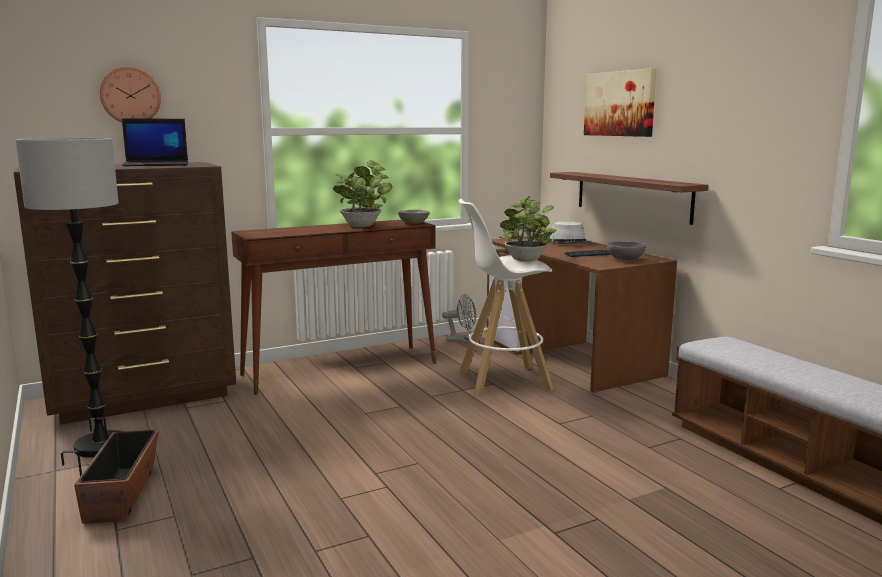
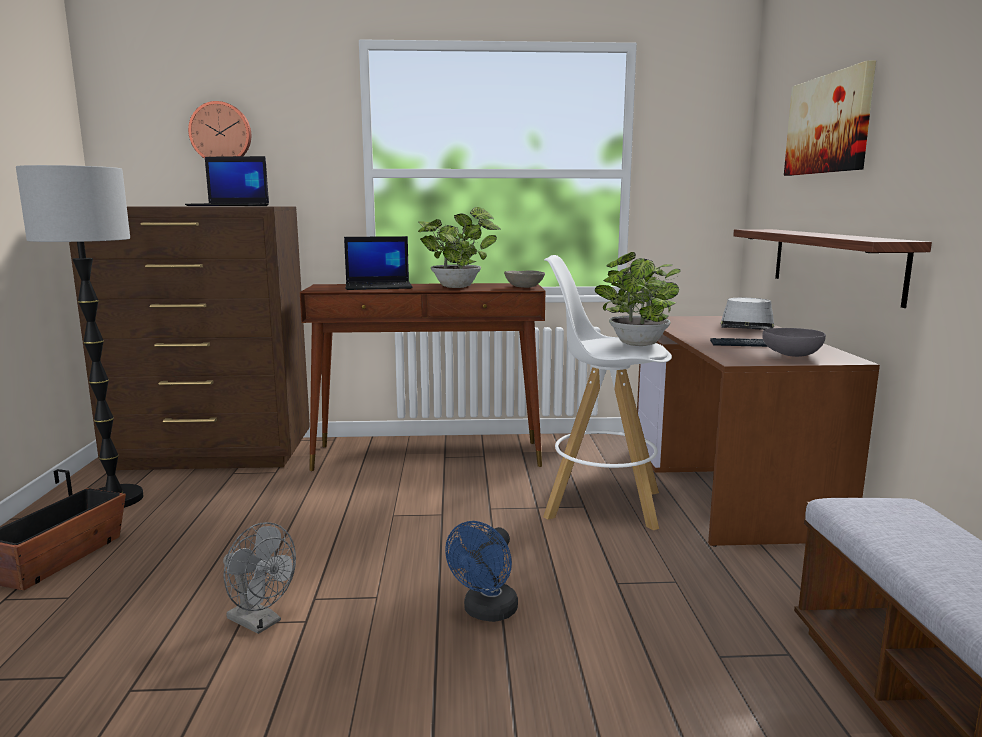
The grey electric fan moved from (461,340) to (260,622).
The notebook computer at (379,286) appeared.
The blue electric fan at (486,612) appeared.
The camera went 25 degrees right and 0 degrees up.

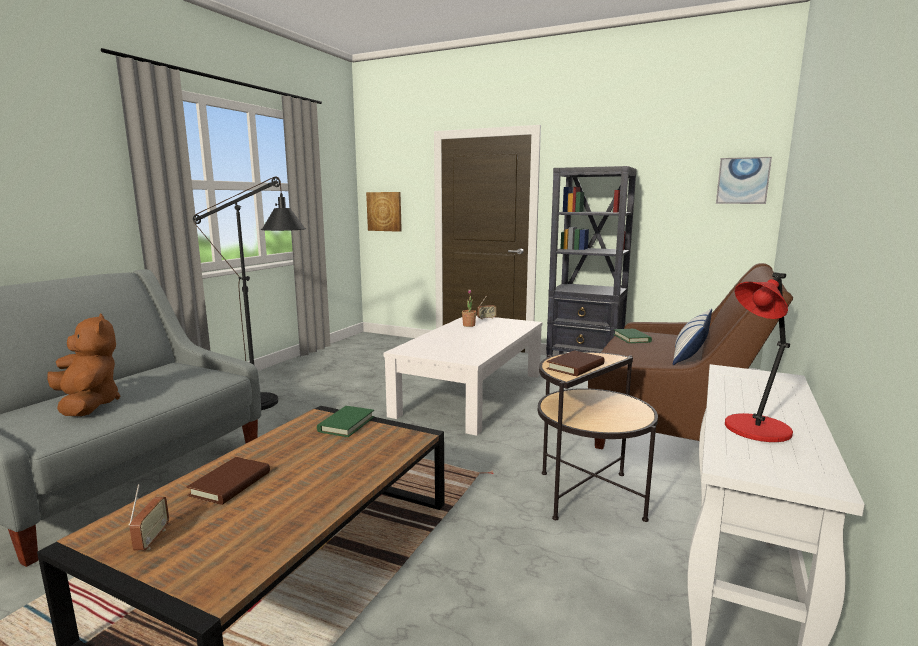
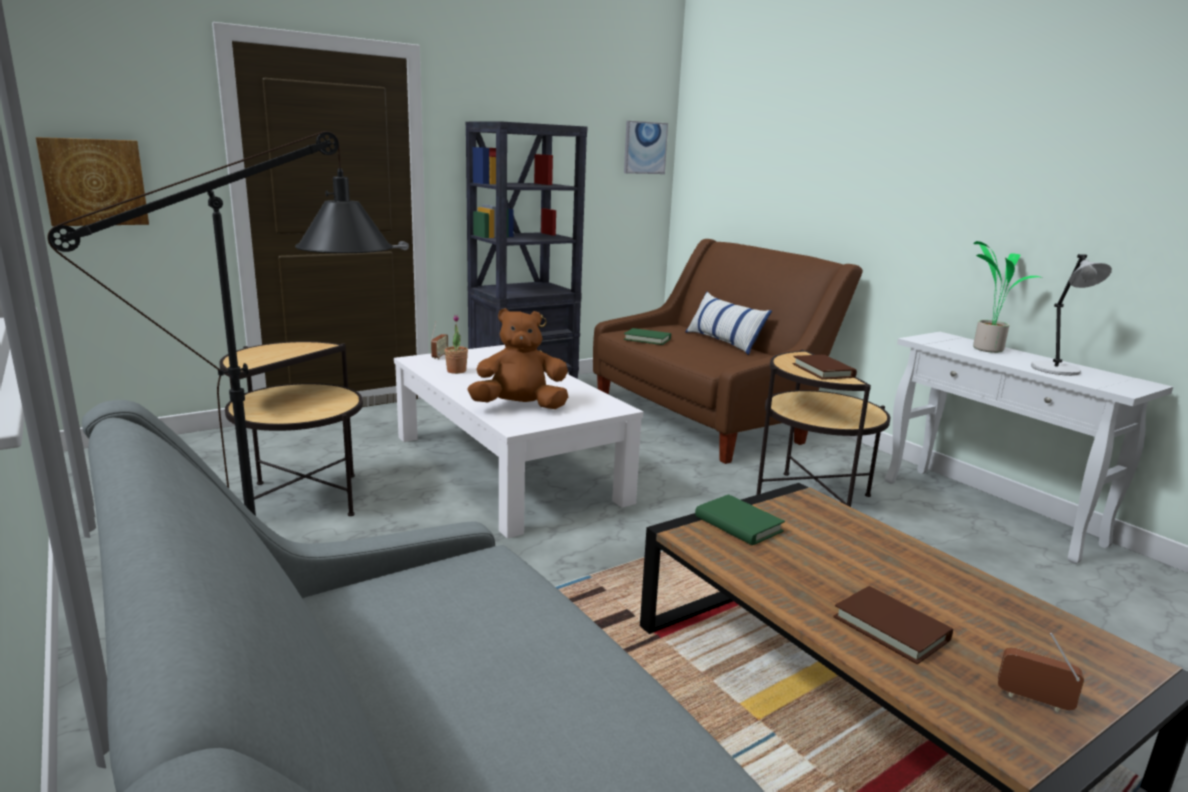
The accent table at (304,498) appeared.
The brown-coloured plush toy moved from (88,405) to (520,407).
The houseplant at (986,349) appeared.
The red tabletop lamp at (755,430) became the grey tabletop lamp at (1057,370).
The camera went 60 degrees left and 5 degrees up.

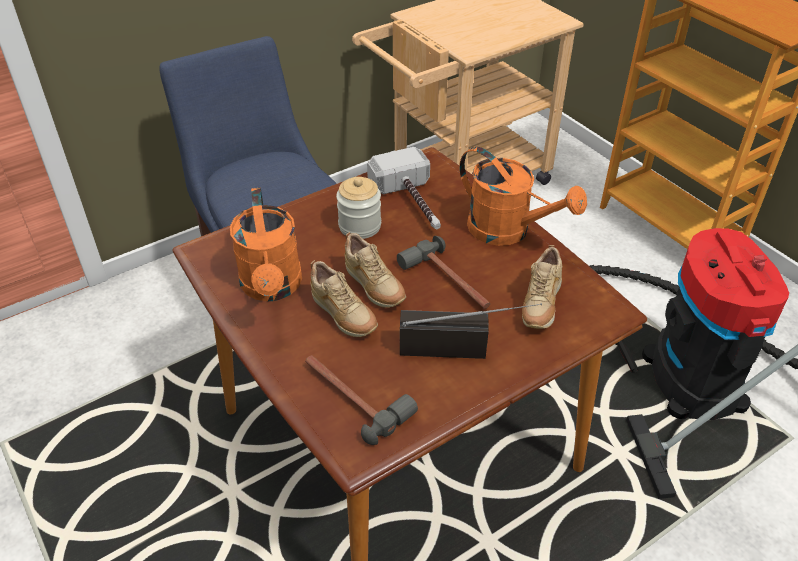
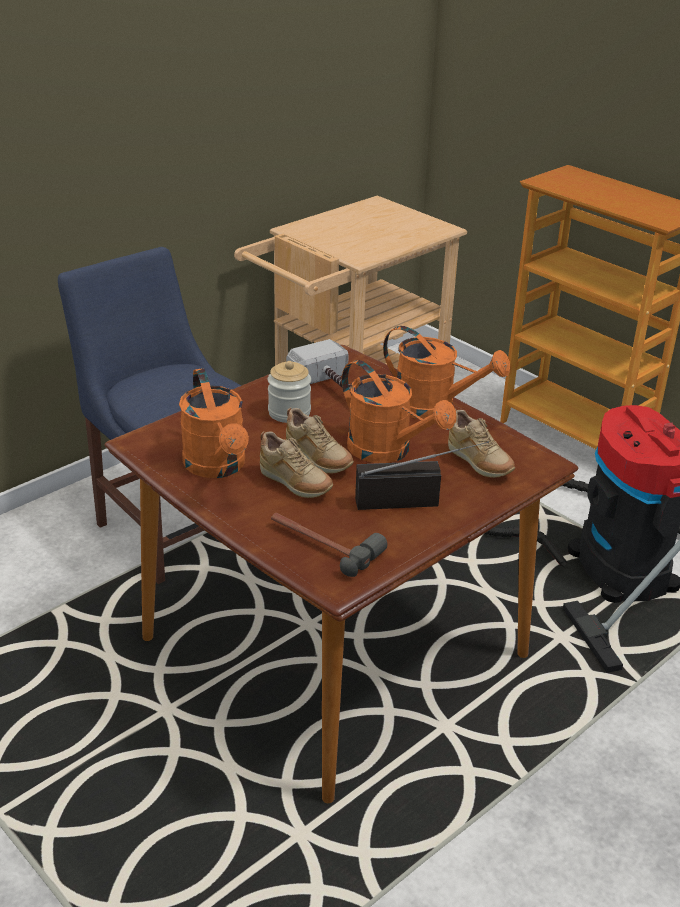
The hammer at (448,282) was replaced by the orange watering can at (388,451).
The beige item of footwear at (540,307) turned 45 degrees counterclockwise.
The camera went 10 degrees left and 10 degrees down.

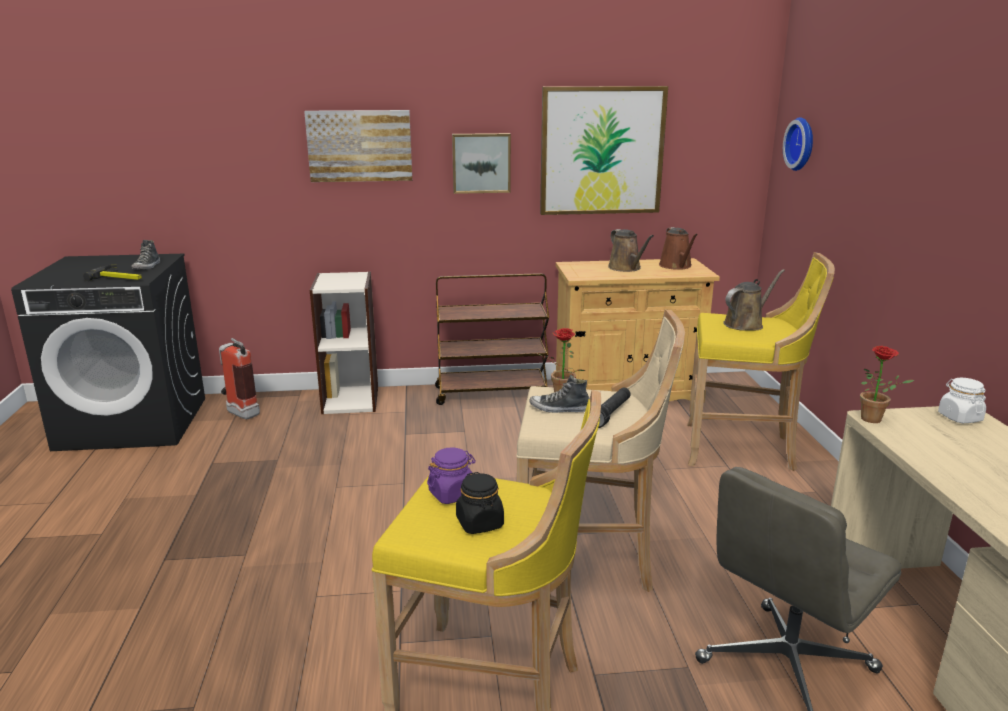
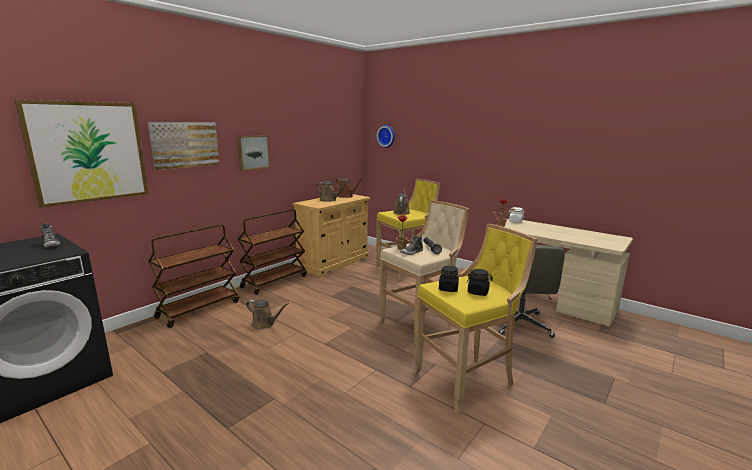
The picture moved from (602,151) to (88,152).
The bookcase at (351,399) was replaced by the brown-coloured cart at (199,309).
The brown-coloured watering can at (265,324) appeared.
The purple-coloured preserve jar at (452,494) became the blackish preserve jar at (448,289).
The hammer at (119,278) disappeared.
The fire-fighting cylinder at (239,412) disappeared.
The camera went 45 degrees left and 5 degrees down.

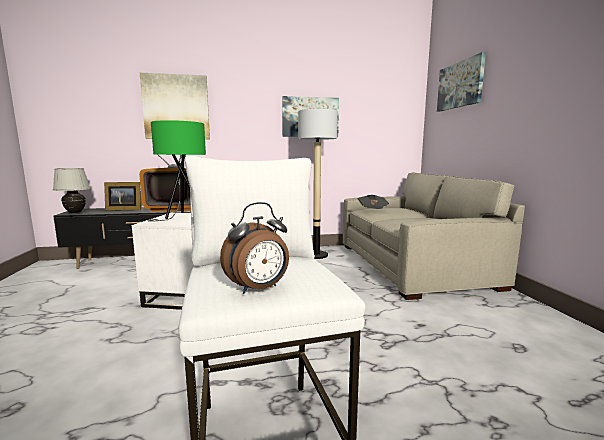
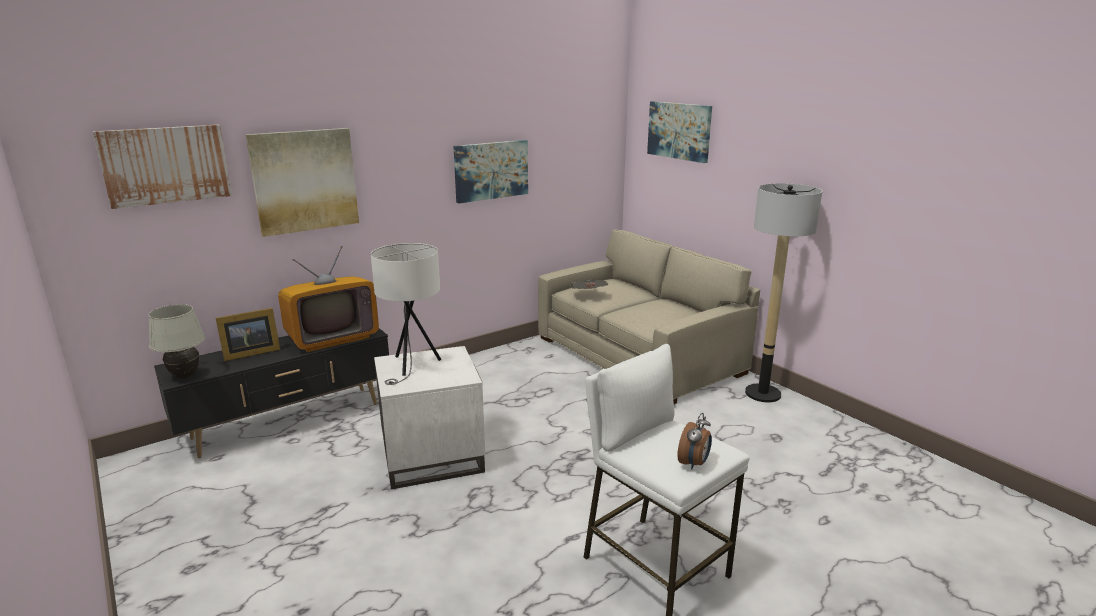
The picture at (166,165) appeared.
The greenish tabletop lamp at (182,217) became the white-coloured tabletop lamp at (412,366).
The standard lamp moved from (316,255) to (763,394).
The camera went 25 degrees left and 10 degrees up.

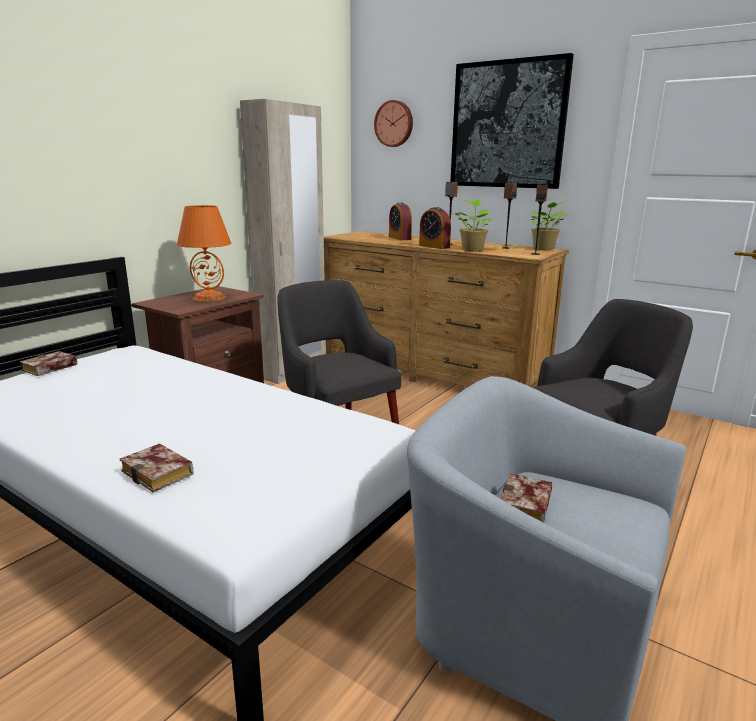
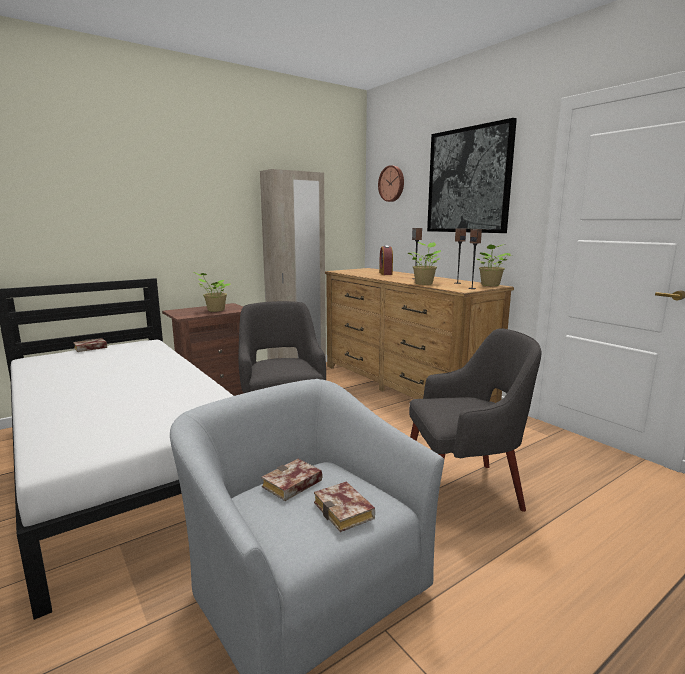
The orange tabletop lamp at (209,298) was replaced by the houseplant at (214,310).
The book moved from (161,473) to (346,512).
The alarm clock at (434,246) disappeared.
The camera went 20 degrees right and 5 degrees down.

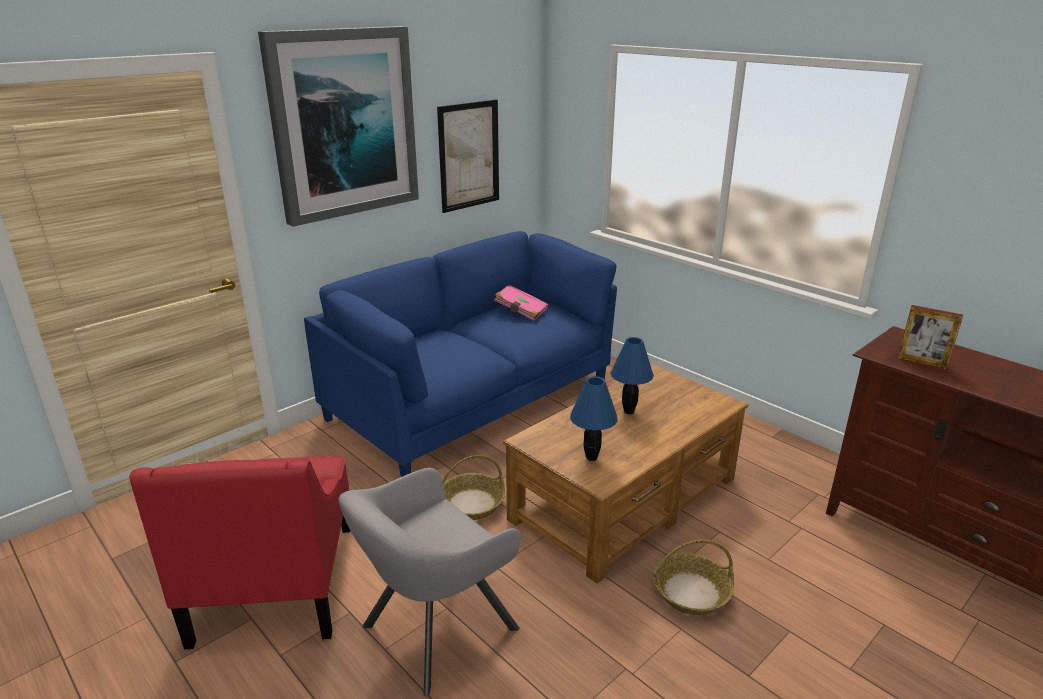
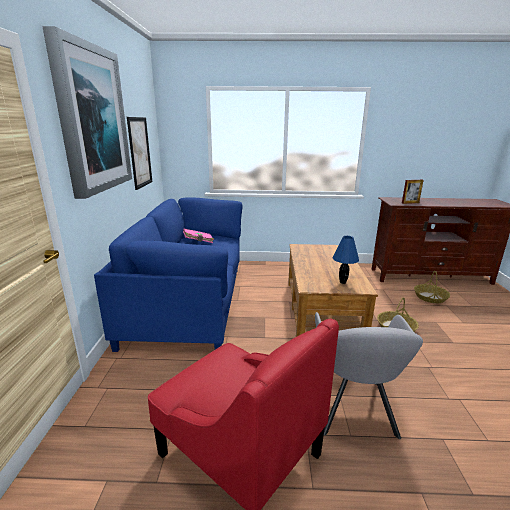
The basket moved from (471,504) to (430,297).
The blue tabletop lamp at (628,411) disappeared.
The camera went 45 degrees left and 5 degrees down.

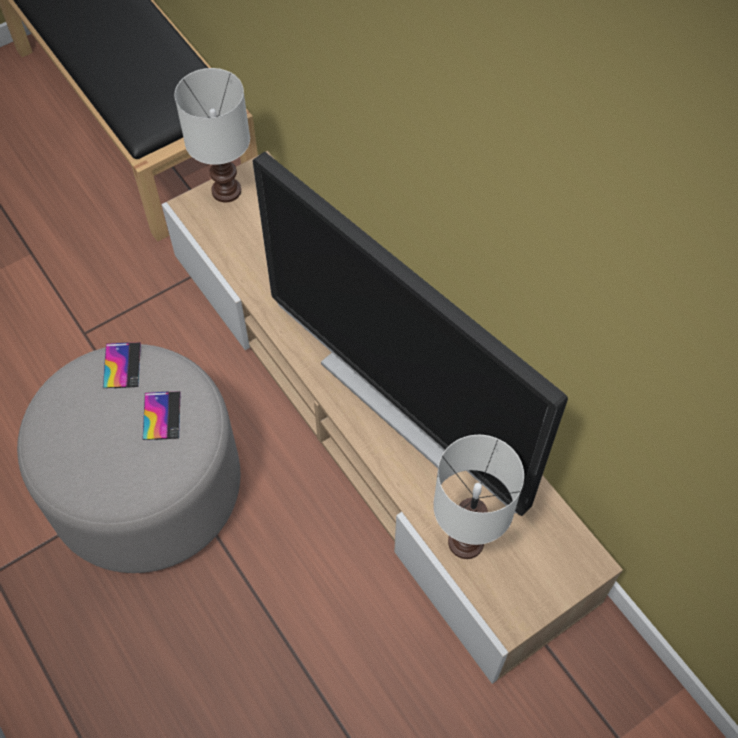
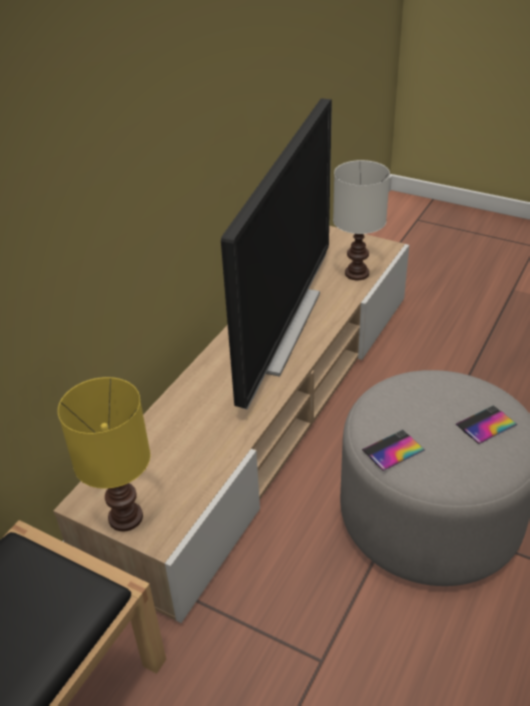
The white-coloured tabletop lamp at (225,191) became the yellow tabletop lamp at (127,518).
The telephone moved from (161,415) to (486,425).
The camera went 115 degrees left and 20 degrees down.

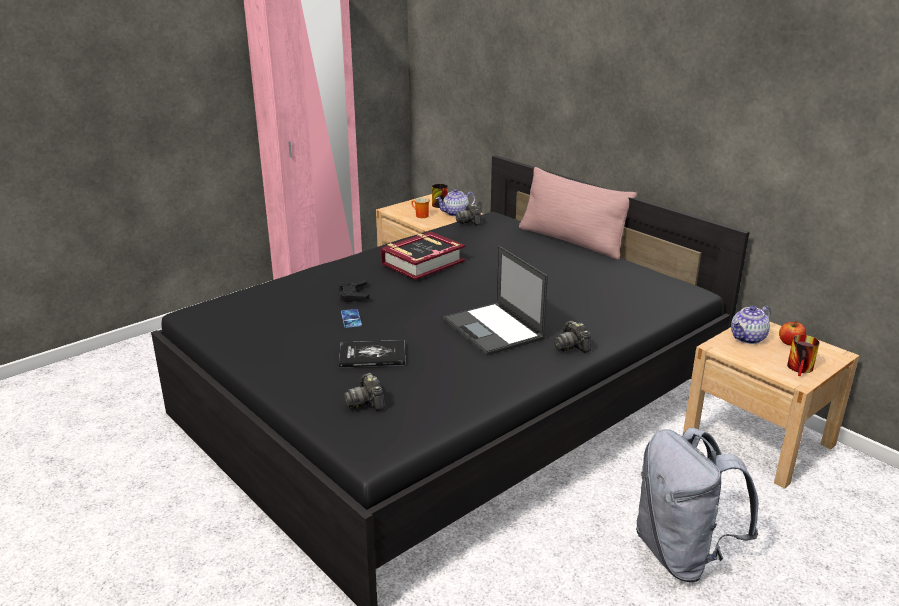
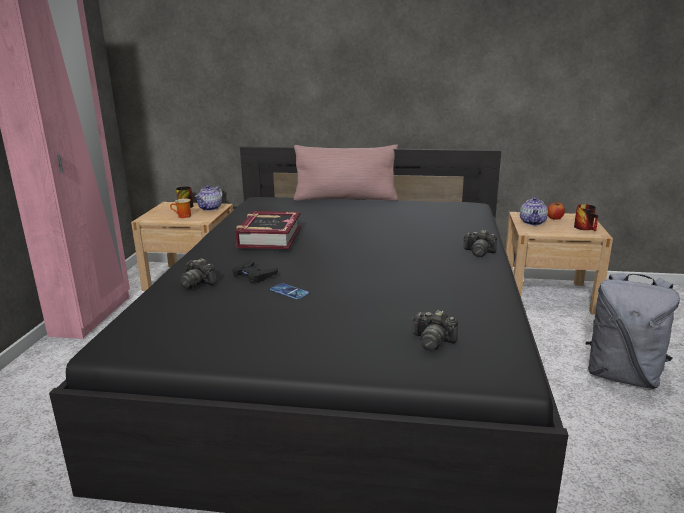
The photo camera moved from (469,222) to (197,283).
The book at (372,355) disappeared.
The notebook computer at (494,329) disappeared.
The camera went 40 degrees left and 5 degrees down.

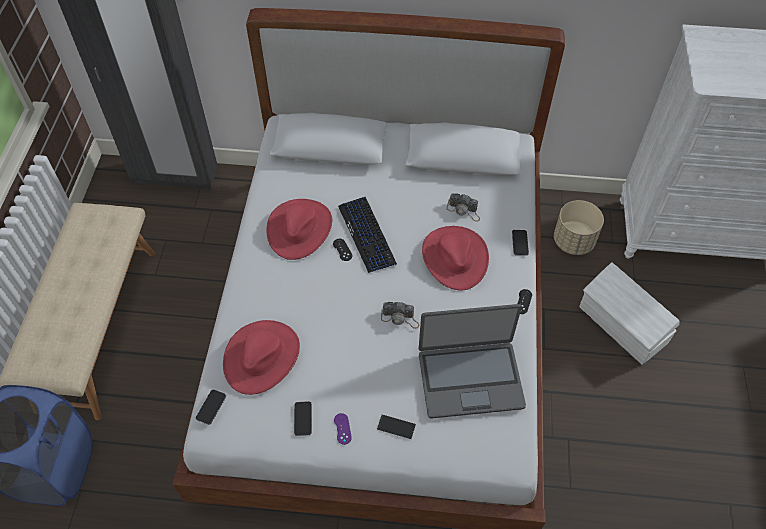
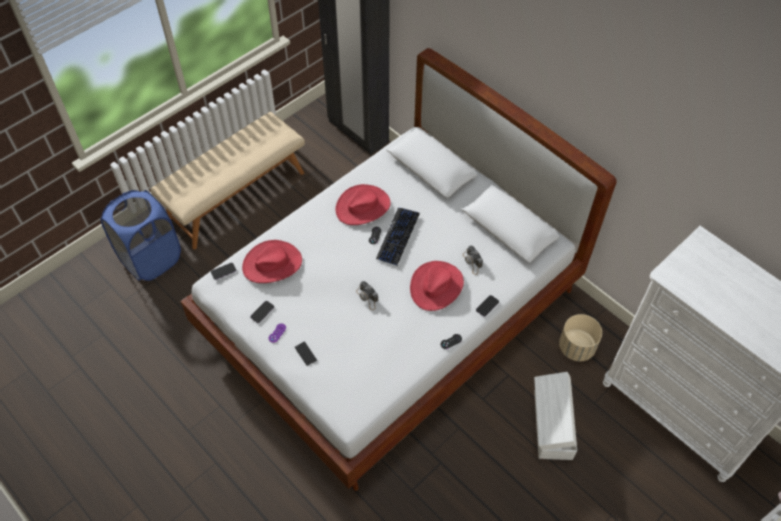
The notebook computer at (470,378) disappeared.
The camera went 40 degrees right and 0 degrees up.

